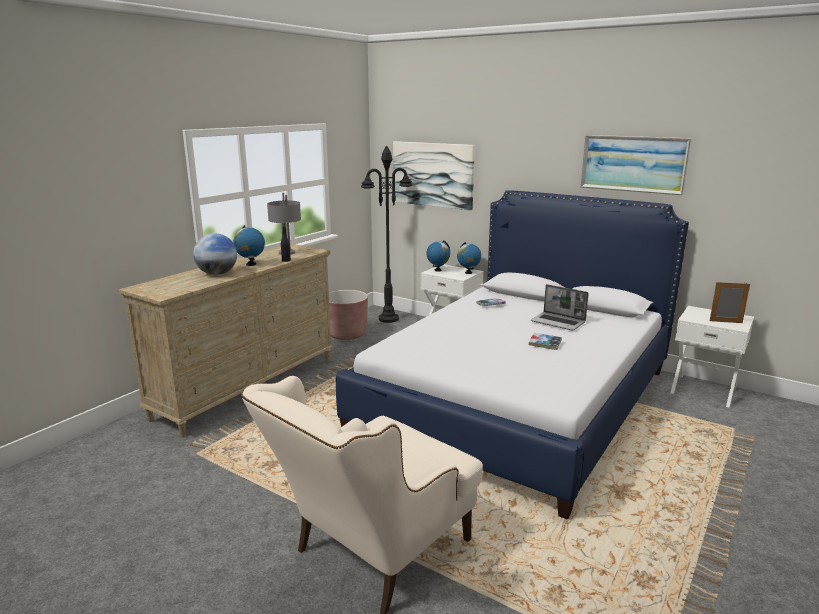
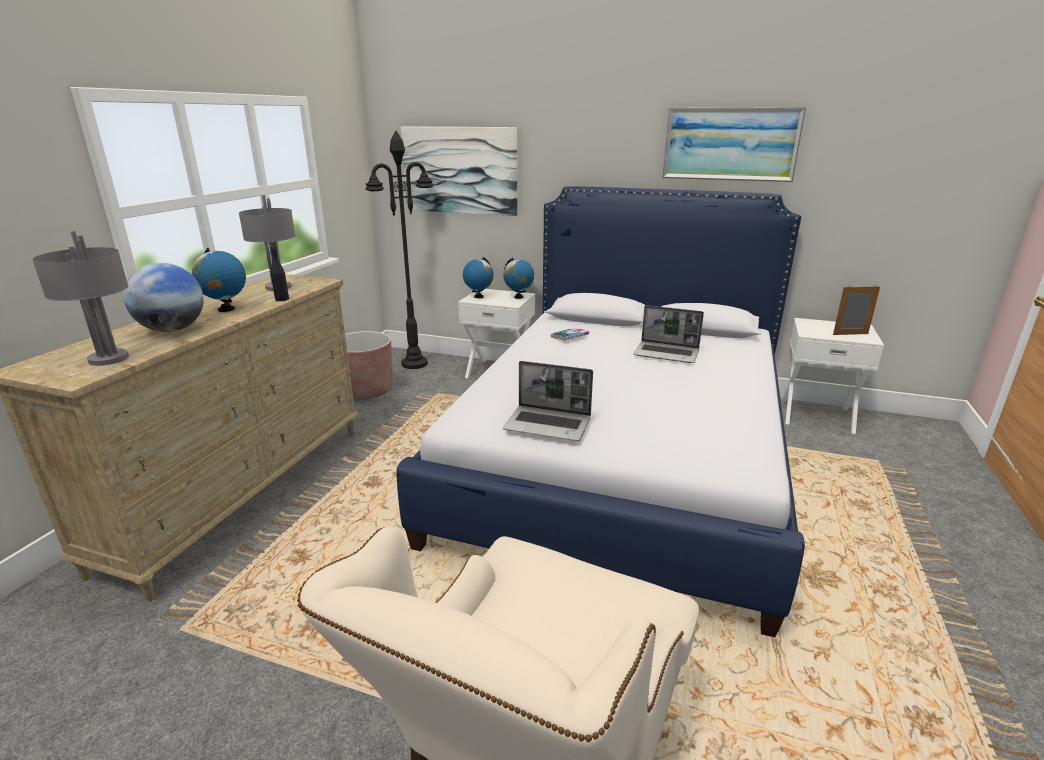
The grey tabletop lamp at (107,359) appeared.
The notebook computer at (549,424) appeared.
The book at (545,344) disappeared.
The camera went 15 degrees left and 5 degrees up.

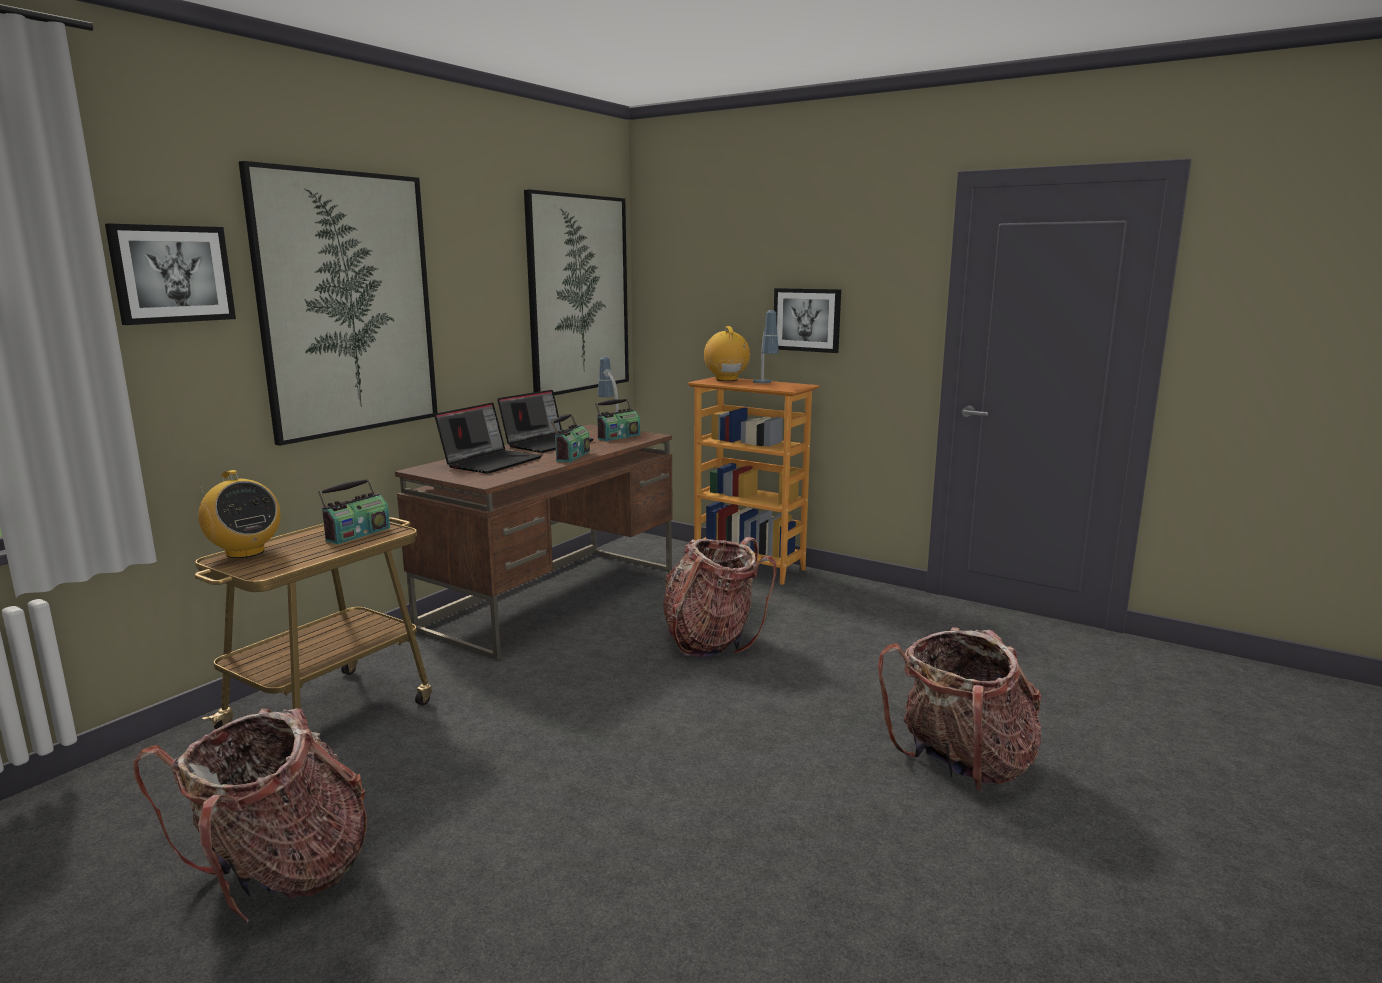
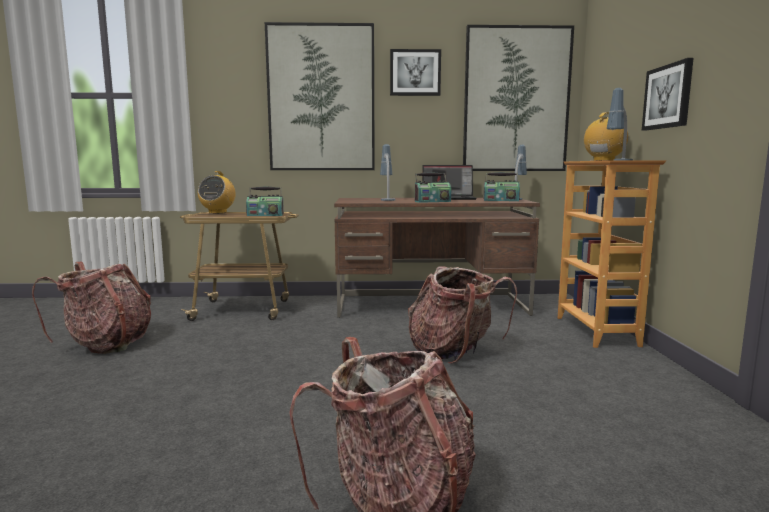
The notebook computer at (491,462) was replaced by the tabletop lamp at (387,199).
The picture moved from (172,274) to (415,73).
The camera went 55 degrees right and 5 degrees down.

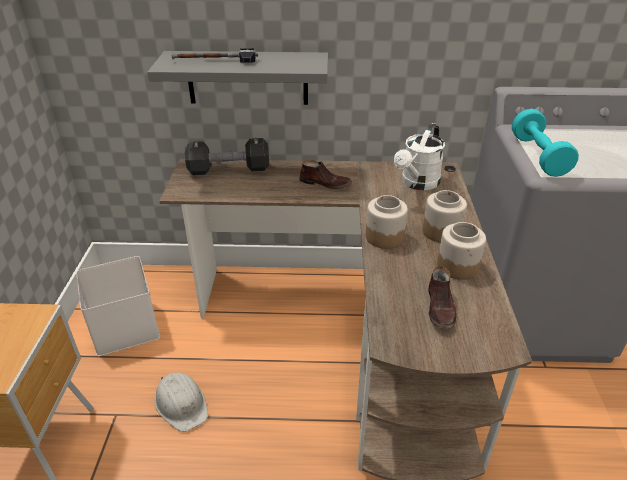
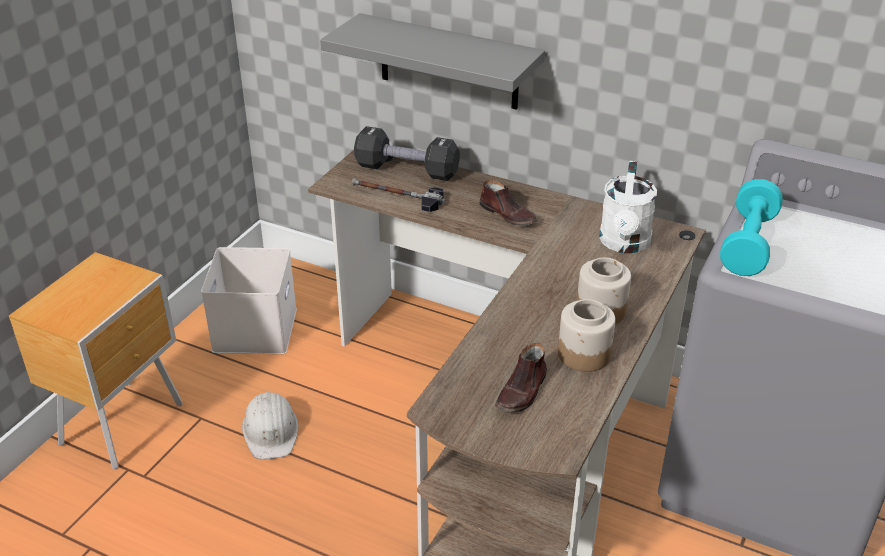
The hammer moved from (215,60) to (397,197).
The white-coloured watering can at (417,184) turned 45 degrees counterclockwise.
The preserve jar at (384,237) disappeared.
The camera went 25 degrees right and 0 degrees up.

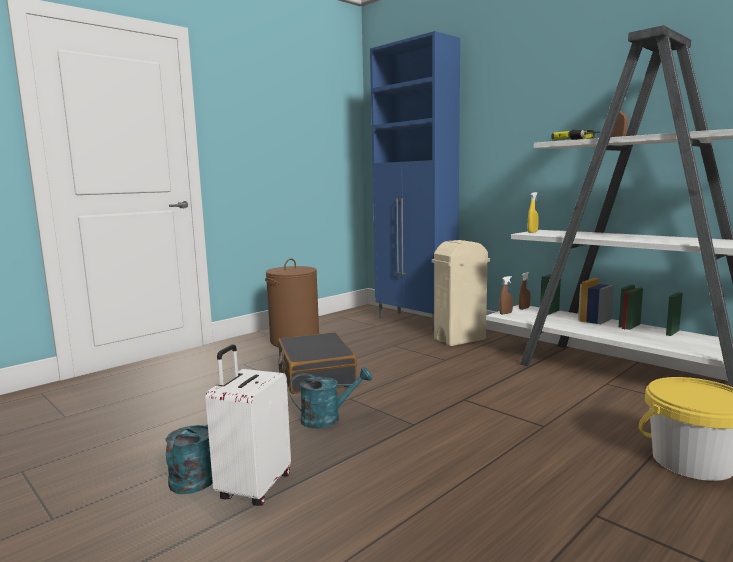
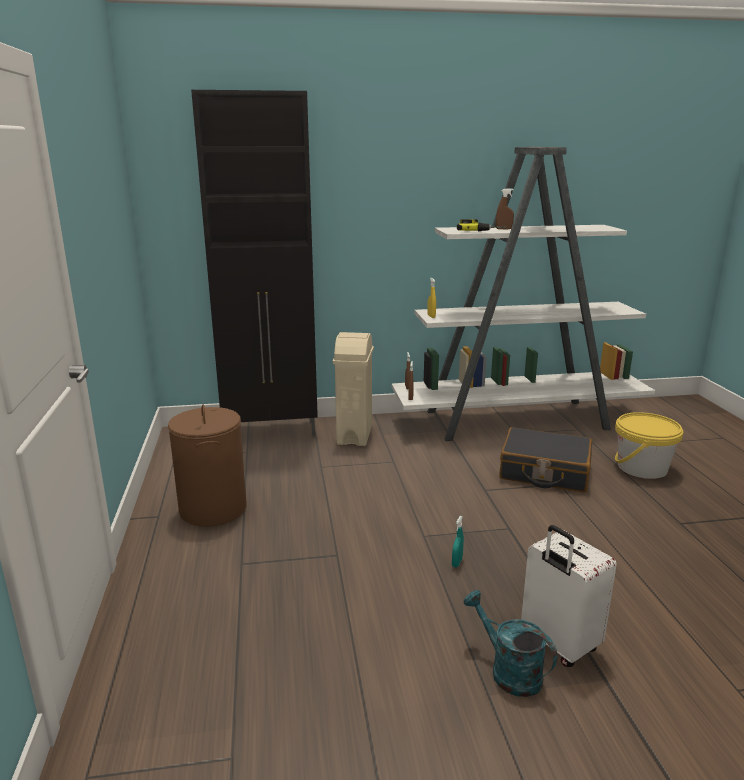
The blue storage cabinet at (416,322) became the blackish storage cabinet at (272,431).
The blue-green watering can at (328,419) was replaced by the blue-green spray bottle at (457,562).
The blackish piece of luggage moved from (315,375) to (544,472).
The camera went 55 degrees left and 10 degrees up.

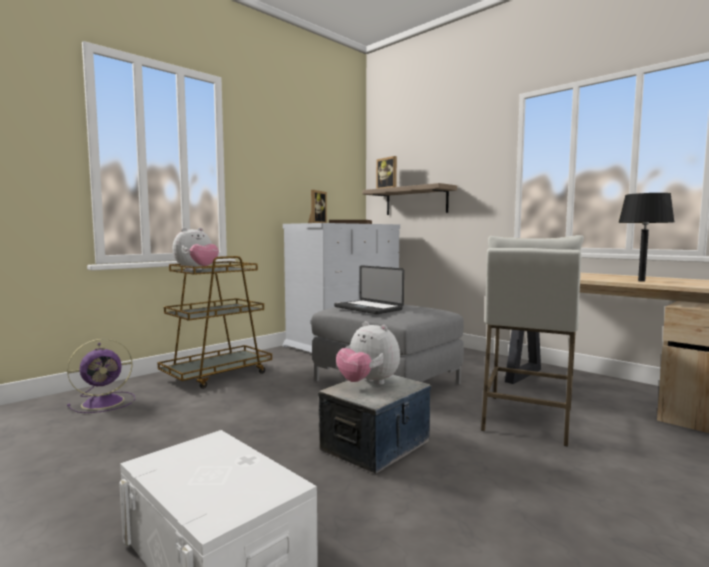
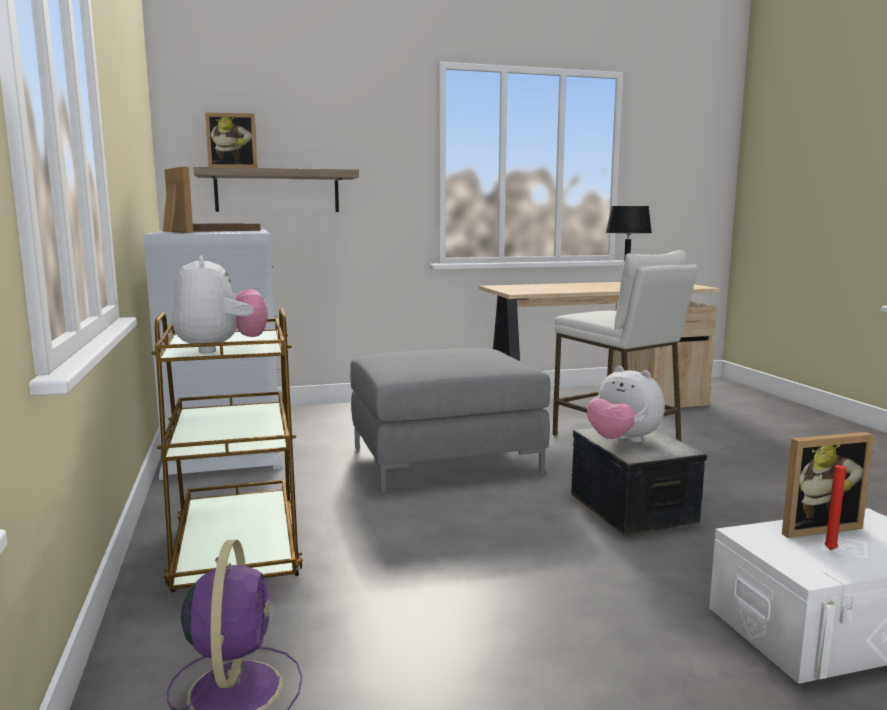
The plush toy at (368,383) turned 60 degrees clockwise.
The picture frame at (814,526) appeared.
The red wax candle at (828,549) appeared.
The notebook computer at (368,308) disappeared.
The camera went 60 degrees left and 5 degrees up.

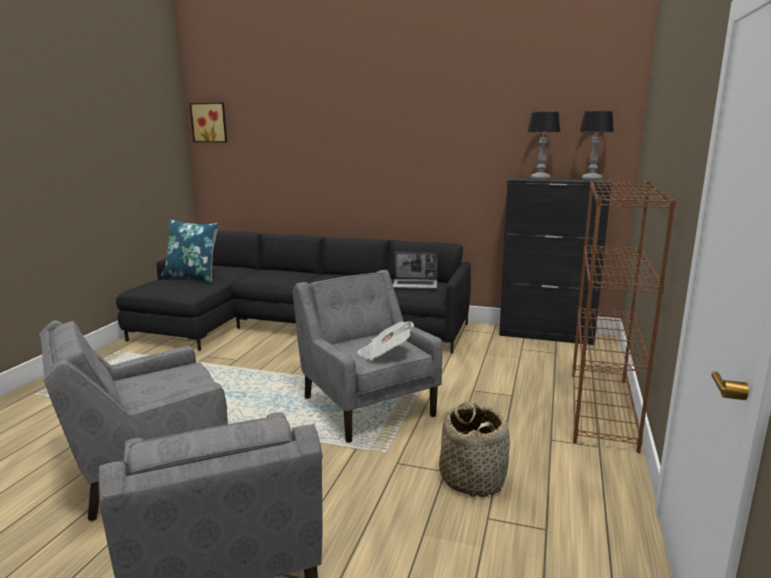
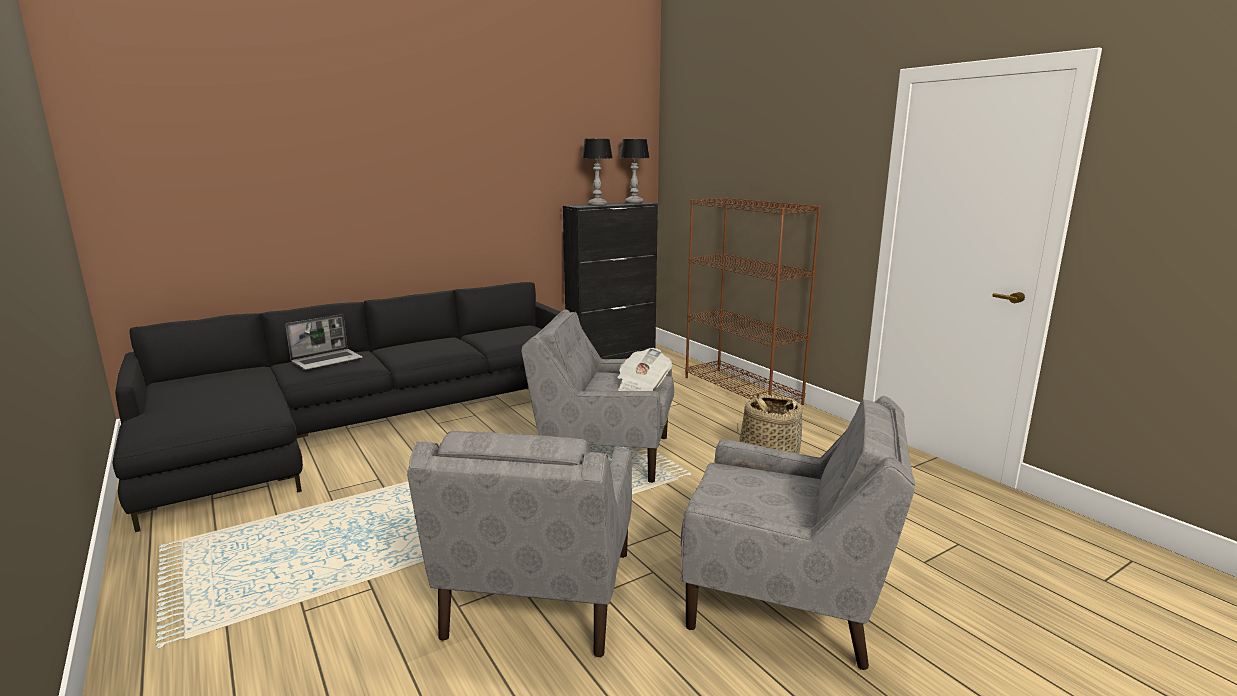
The notebook computer moved from (415,285) to (328,361).
The blue cushion at (193,277) disappeared.
The picture at (210,122) disappeared.
The camera went 50 degrees left and 0 degrees up.

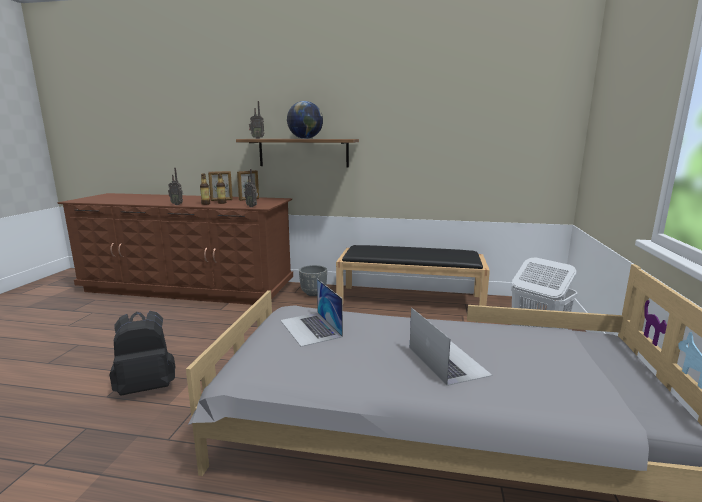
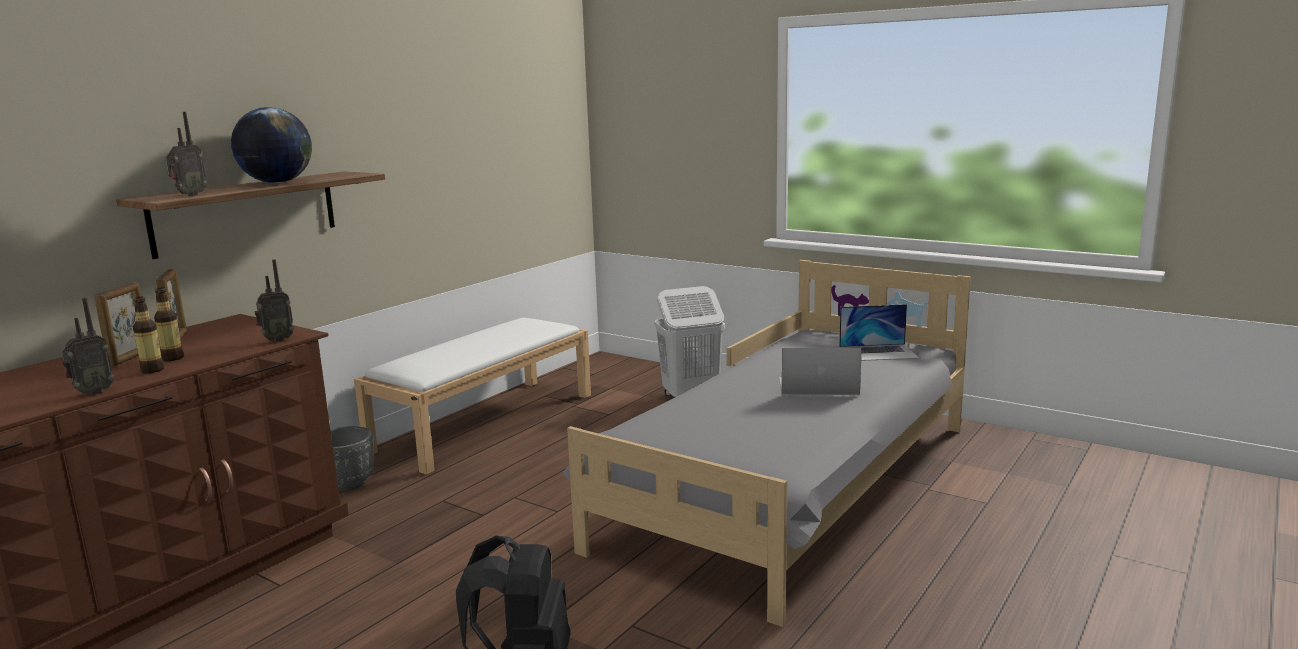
The blackish long seat at (411,300) became the white-coloured long seat at (485,421).
The notebook computer moved from (310,328) to (878,352).
The camera went 65 degrees left and 0 degrees up.

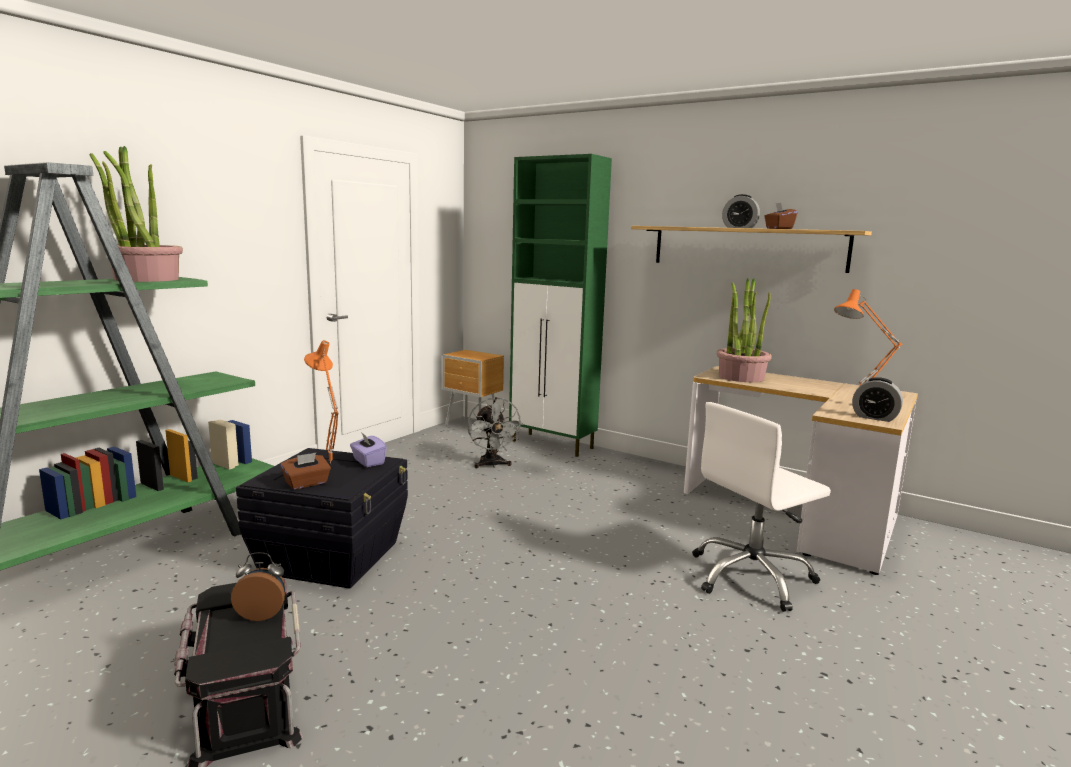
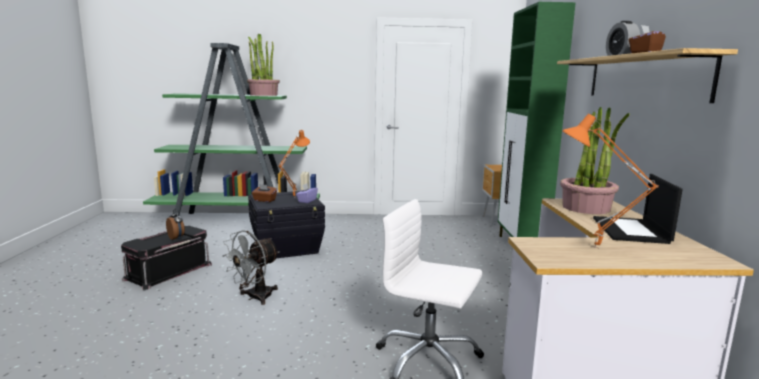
The grey electric fan moved from (492,465) to (254,298).
The notebook computer at (631,230) appeared.
The alarm clock at (874,417) disappeared.
The camera went 55 degrees right and 0 degrees up.

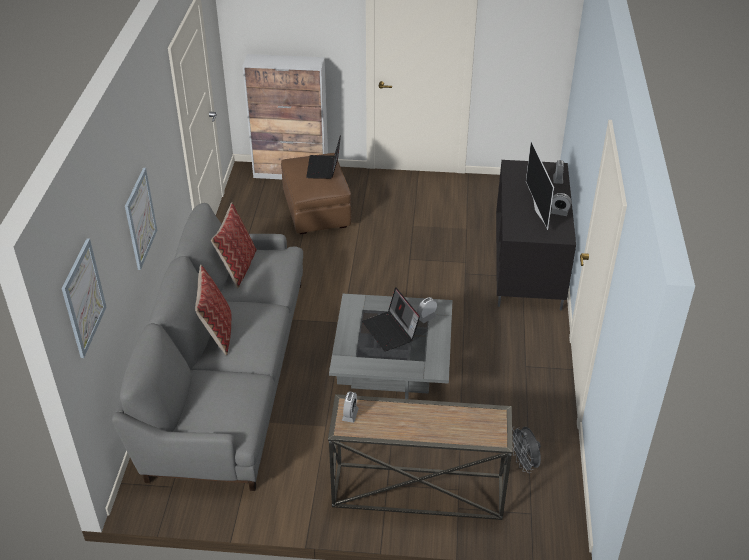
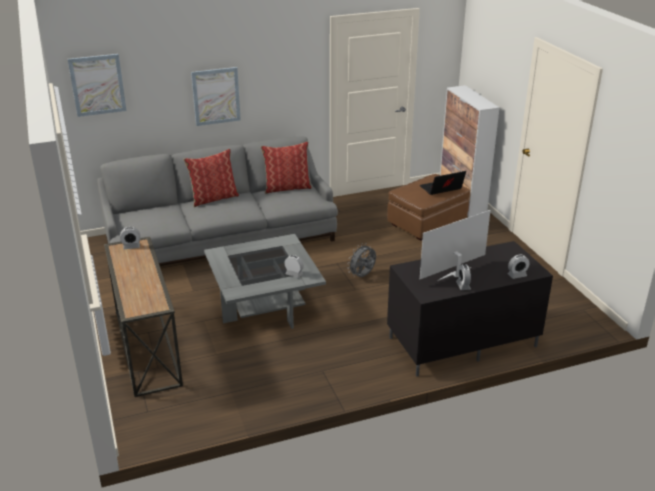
The grey electric fan moved from (524,463) to (362,276).
The notebook computer at (391,331) disappeared.
The camera went 65 degrees right and 10 degrees down.

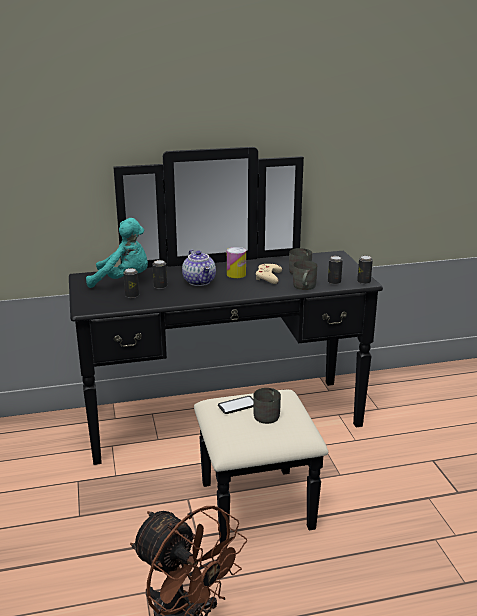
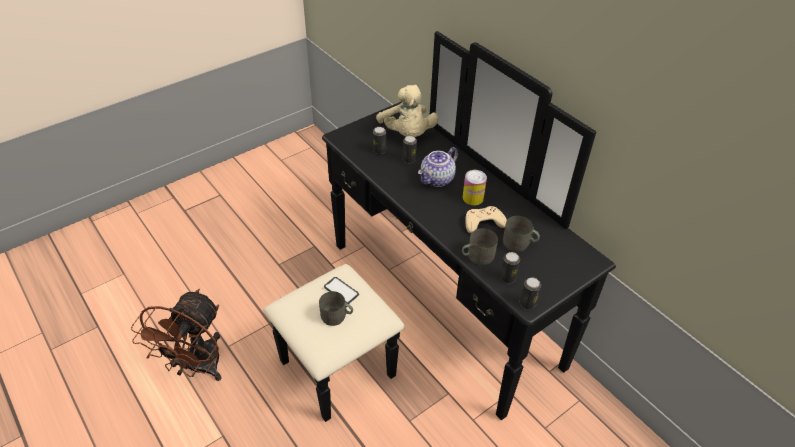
The blue-green plush toy at (123,280) became the beige plush toy at (407,134).
The camera went 65 degrees right and 20 degrees up.

